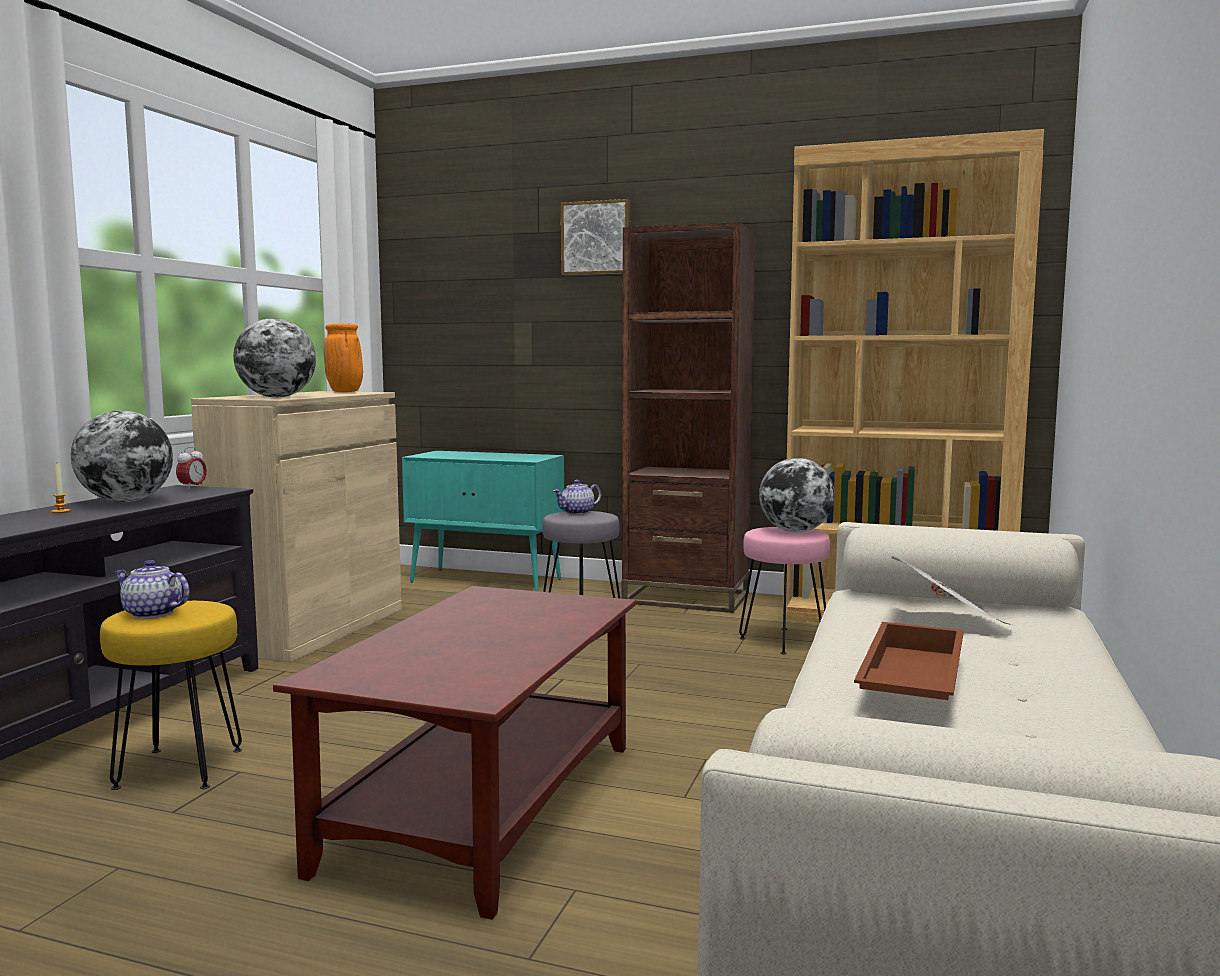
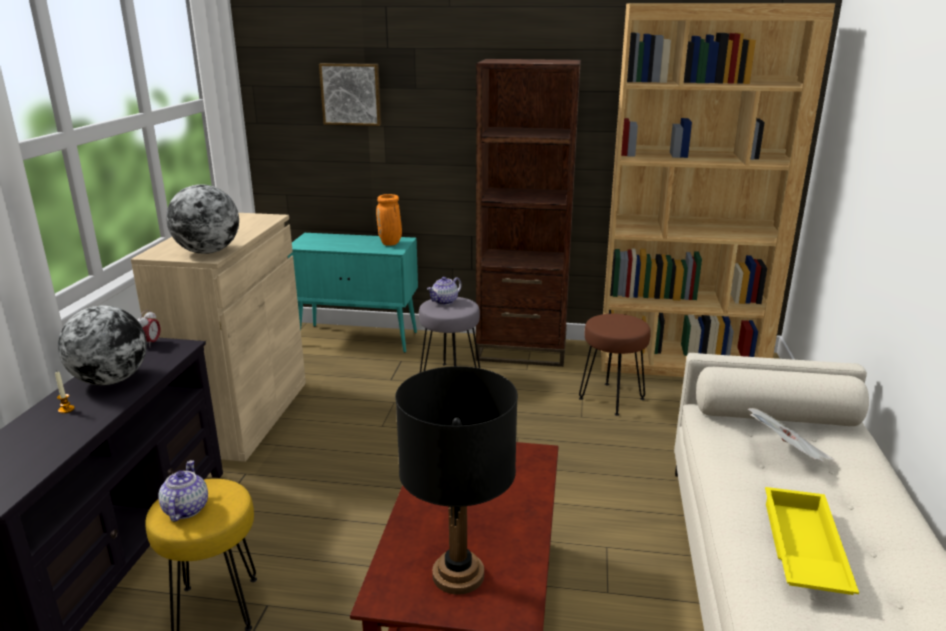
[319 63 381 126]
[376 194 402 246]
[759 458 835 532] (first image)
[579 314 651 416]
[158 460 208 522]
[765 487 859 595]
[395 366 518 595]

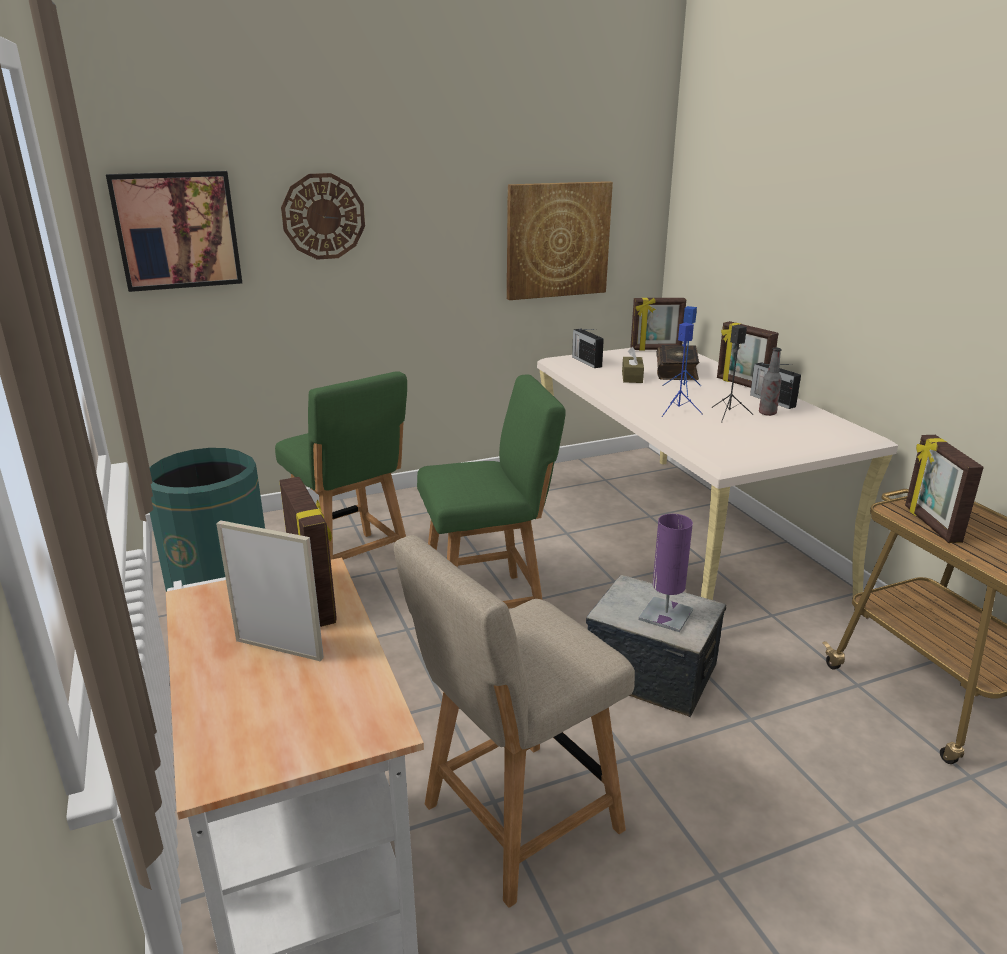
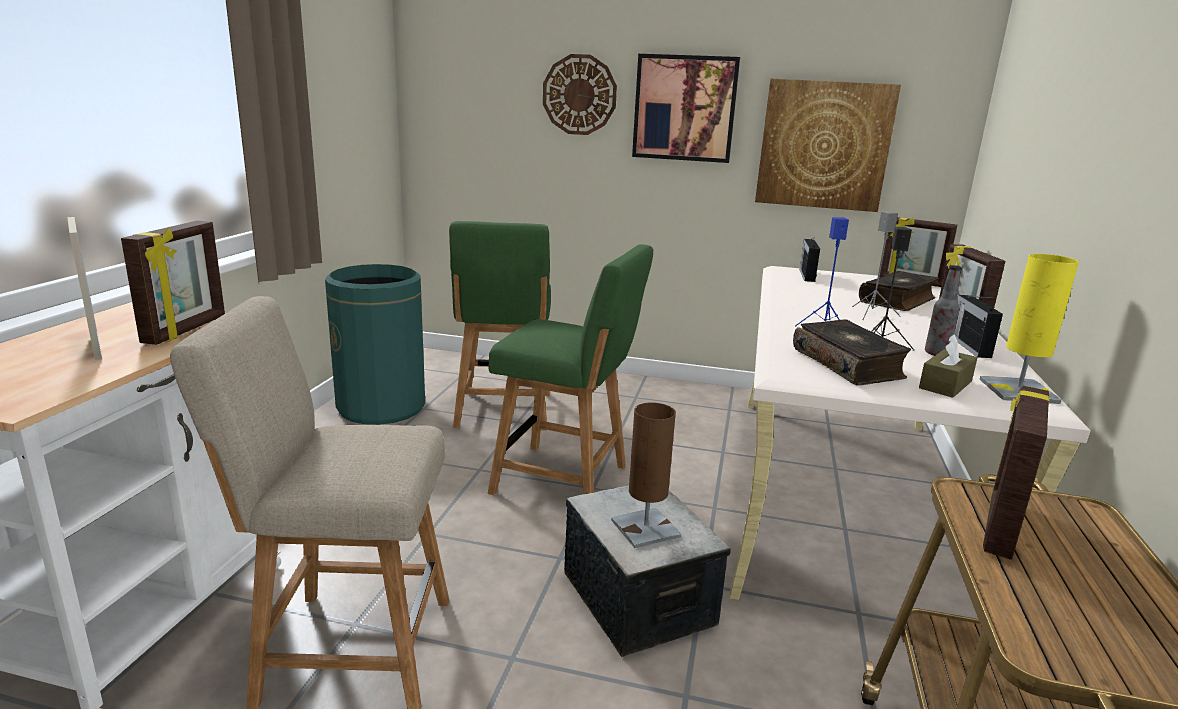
[632 54 740 163]
[852 211 901 320]
[919 335 977 398]
[611 403 681 548]
[979 254 1079 404]
[793 319 911 385]

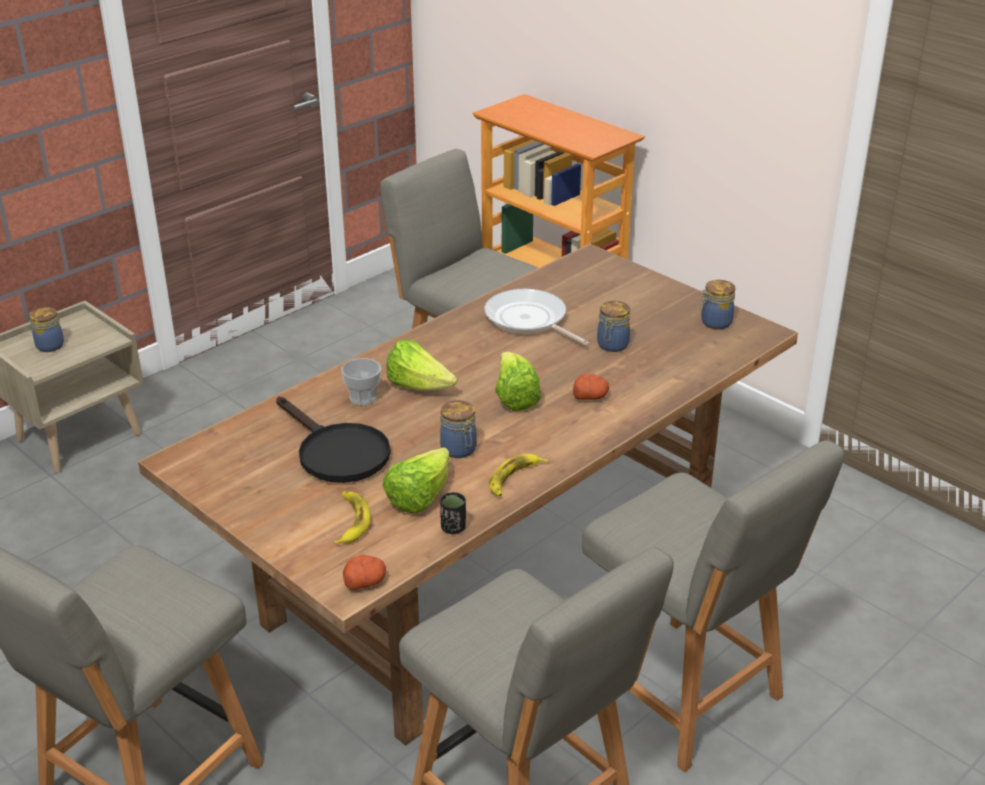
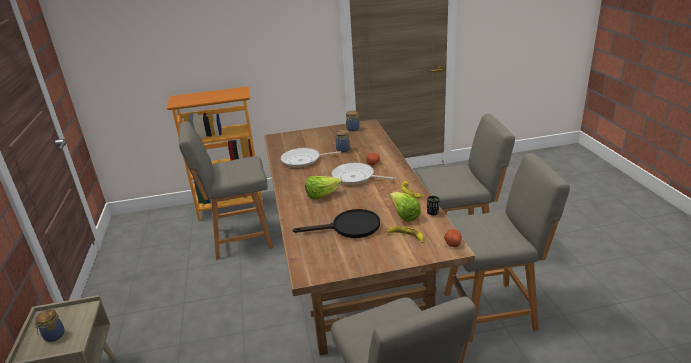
[332 163 396 185]
[341 358 381 405] (first image)
[440 400 477 458] (first image)

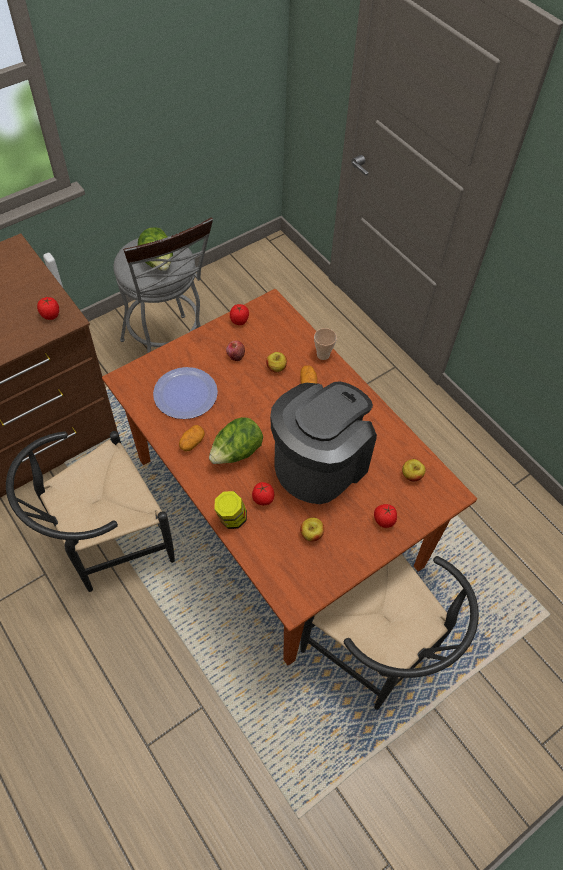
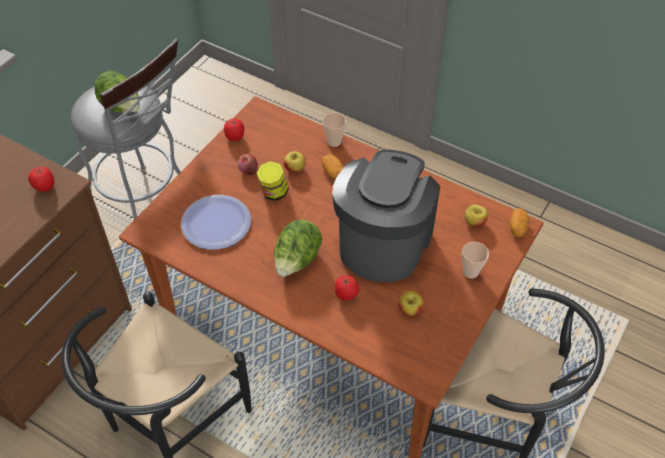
[510 208 529 237]
[257 161 289 201]
[462 242 489 278]

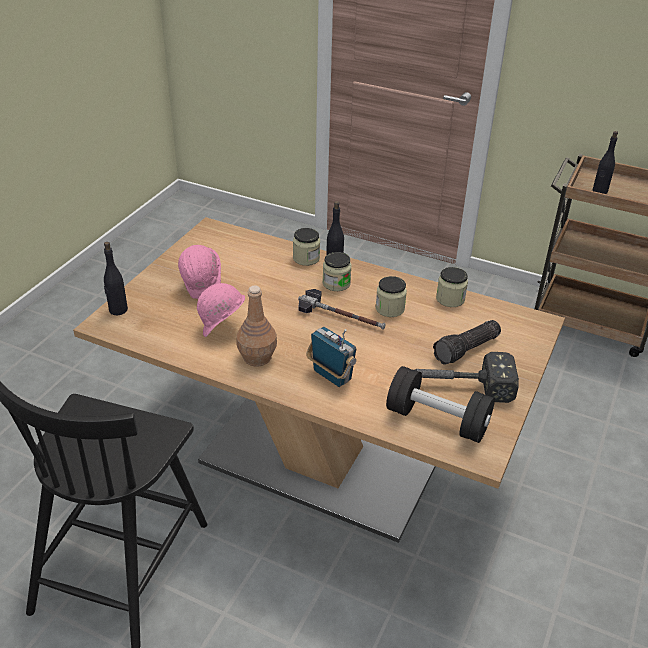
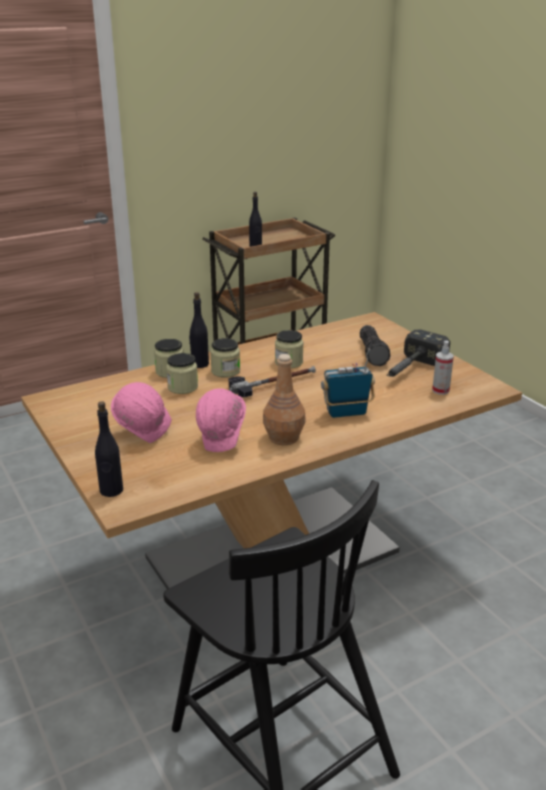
[166 353 198 394]
[432 340 454 395]

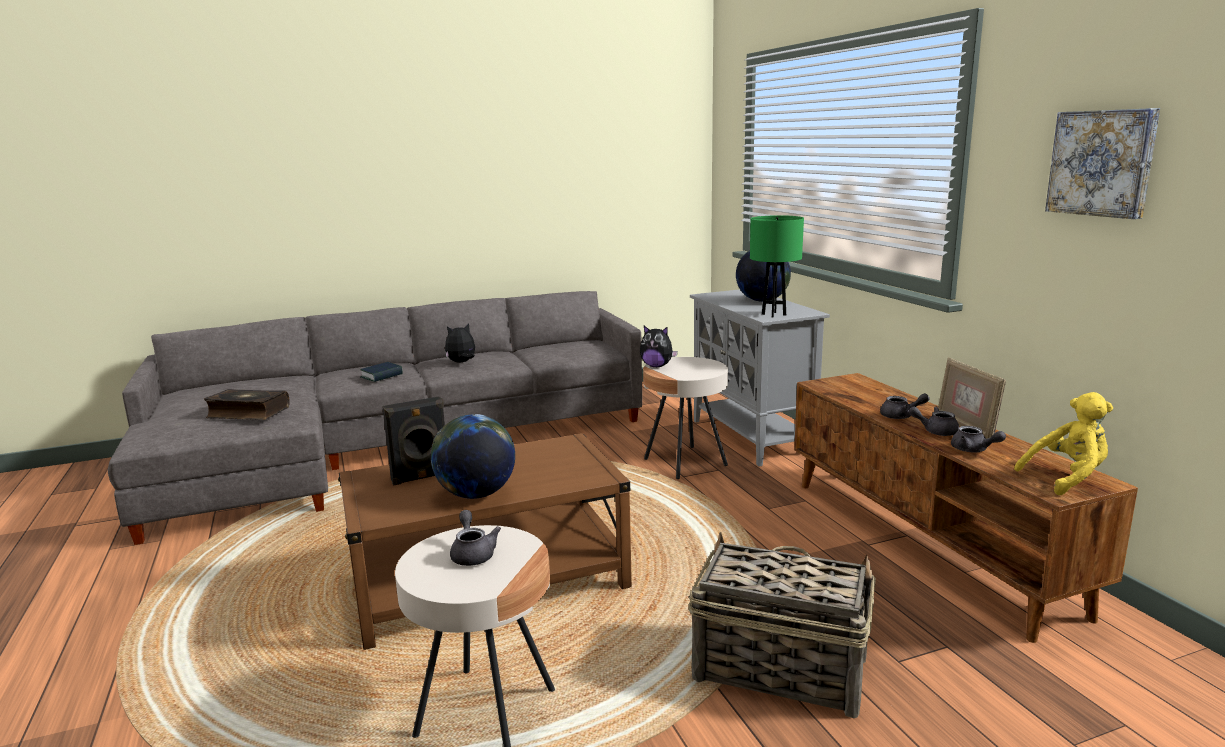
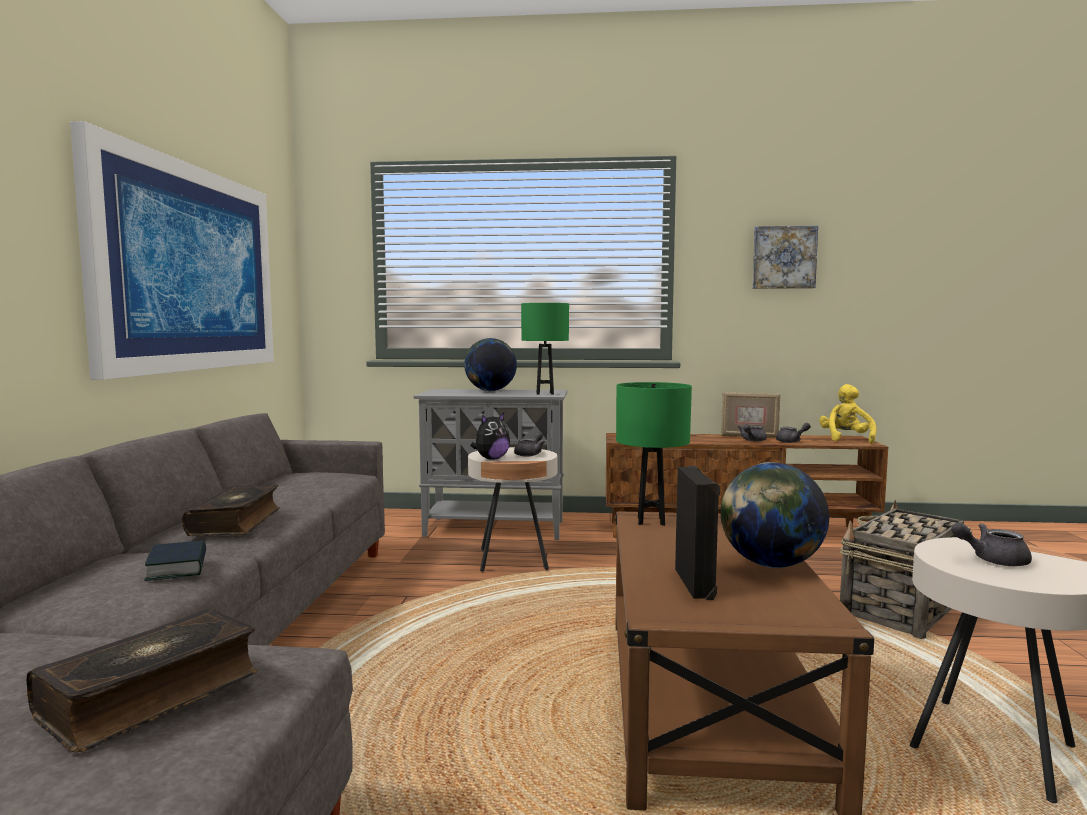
[182 485 280 536]
[514 432 545 457]
[70 121 274 380]
[616 382 692 526]

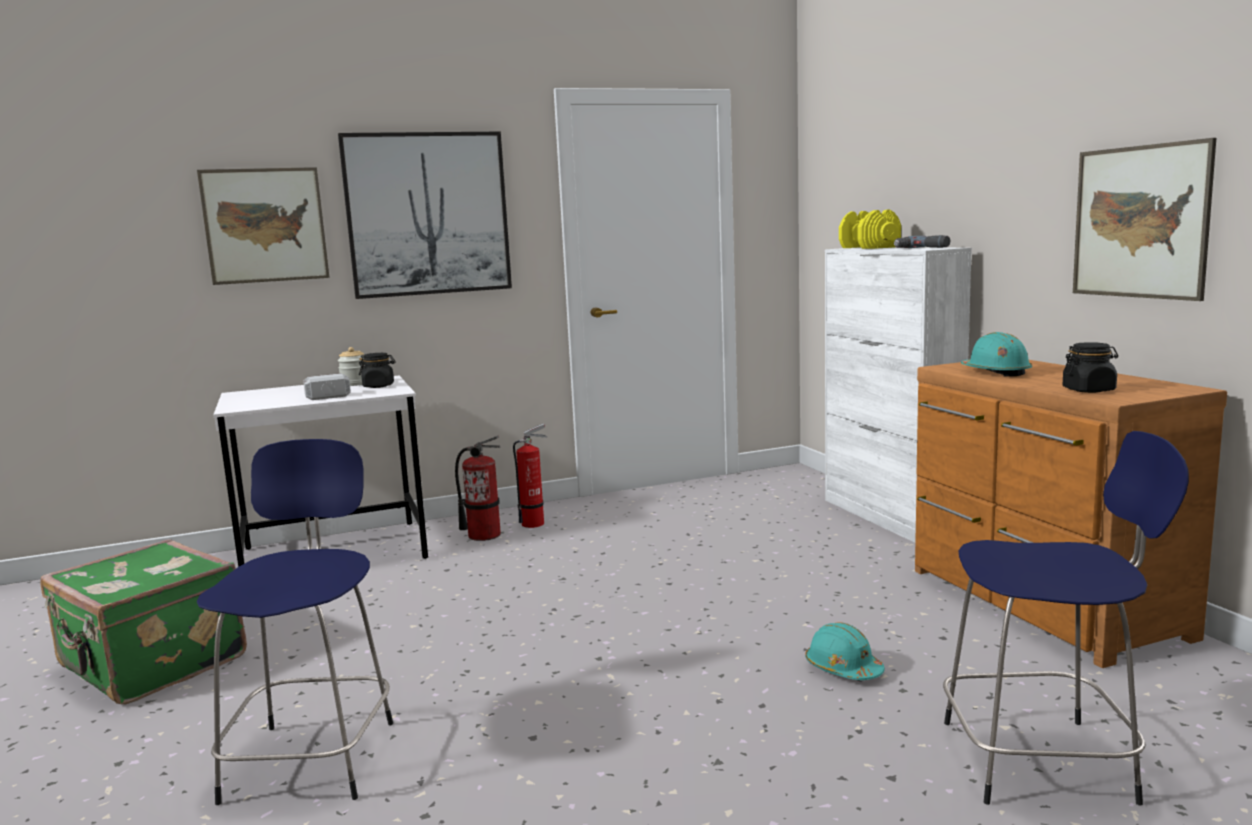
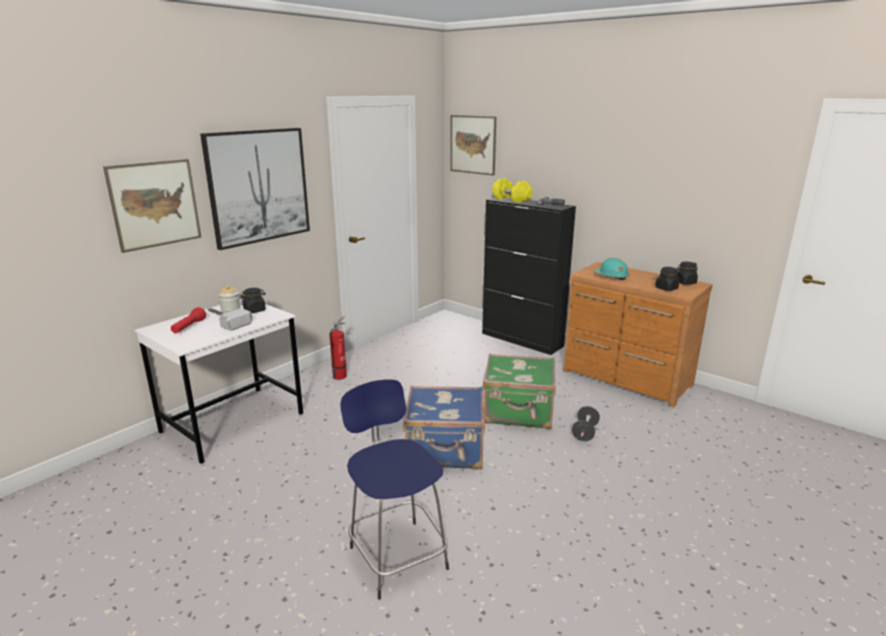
[450 115 496 176]
[482 198 576 355]
[943 431 1189 805] (first image)
[455 436 501 541] (first image)
[483 354 556 429]
[572 406 600 441]
[676 262 698 285]
[171 307 206 333]
[403 386 485 469]

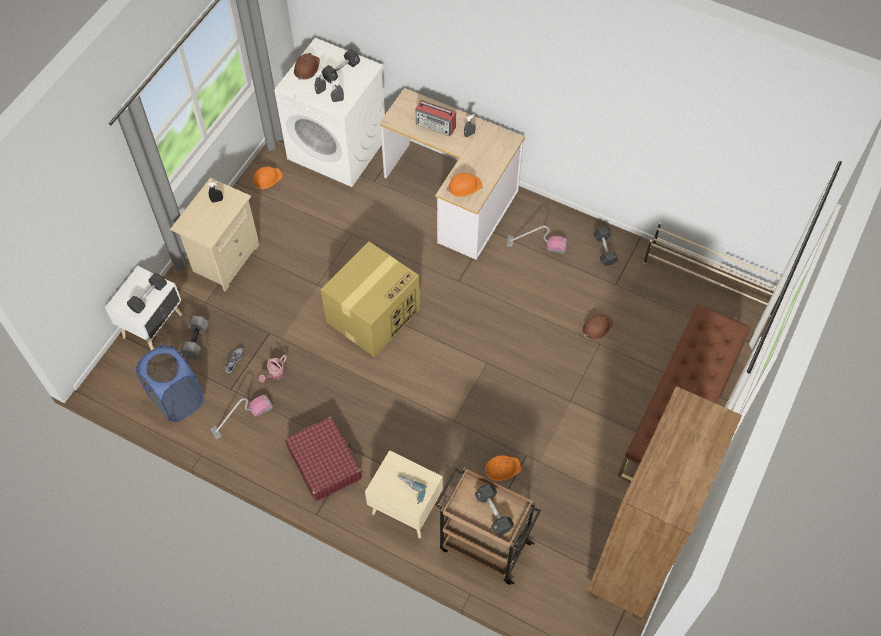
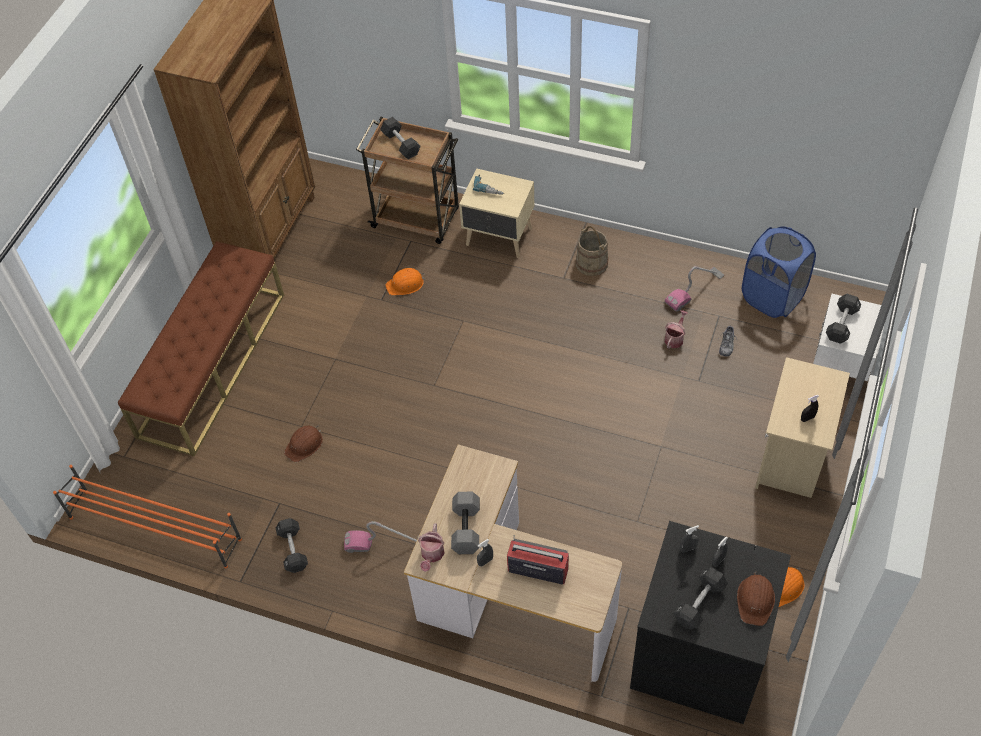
[630 521 791 724]
[447 173 483 197] (first image)
[53 465 242 568]
[321 241 420 357] (first image)
[451 492 480 554]
[576 226 609 276]
[418 523 444 572]

